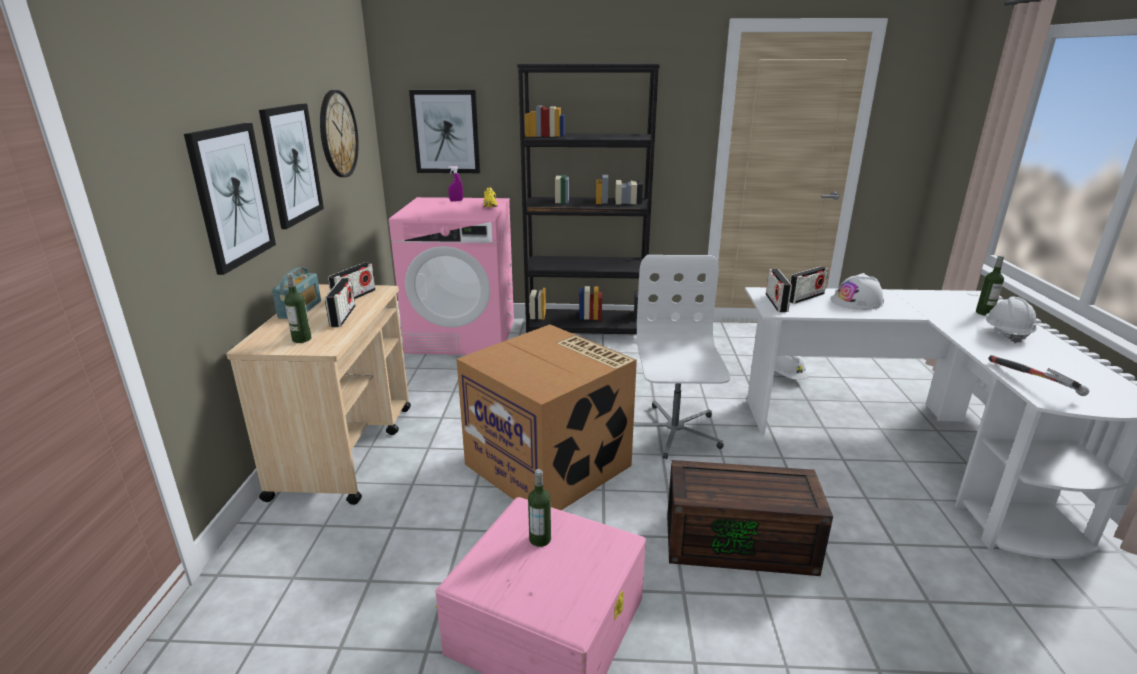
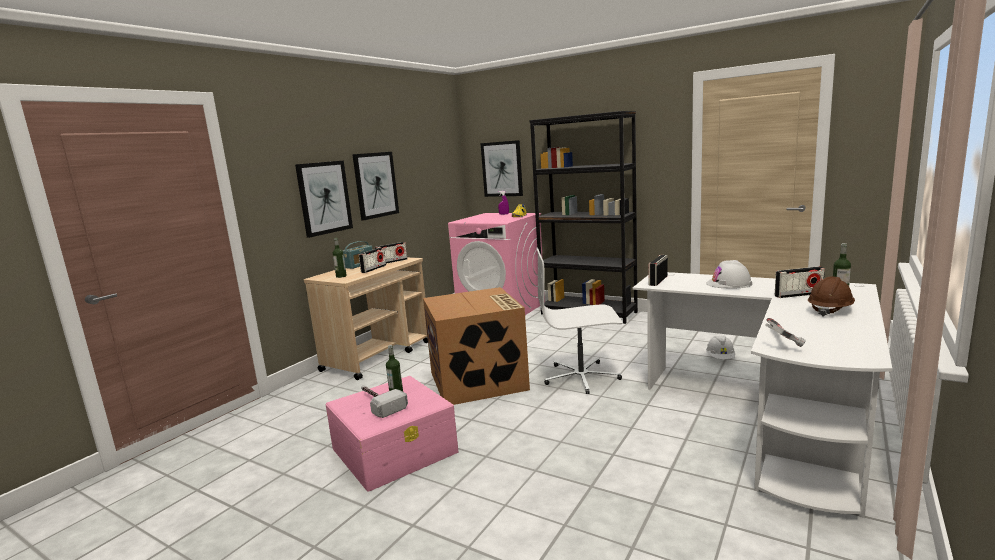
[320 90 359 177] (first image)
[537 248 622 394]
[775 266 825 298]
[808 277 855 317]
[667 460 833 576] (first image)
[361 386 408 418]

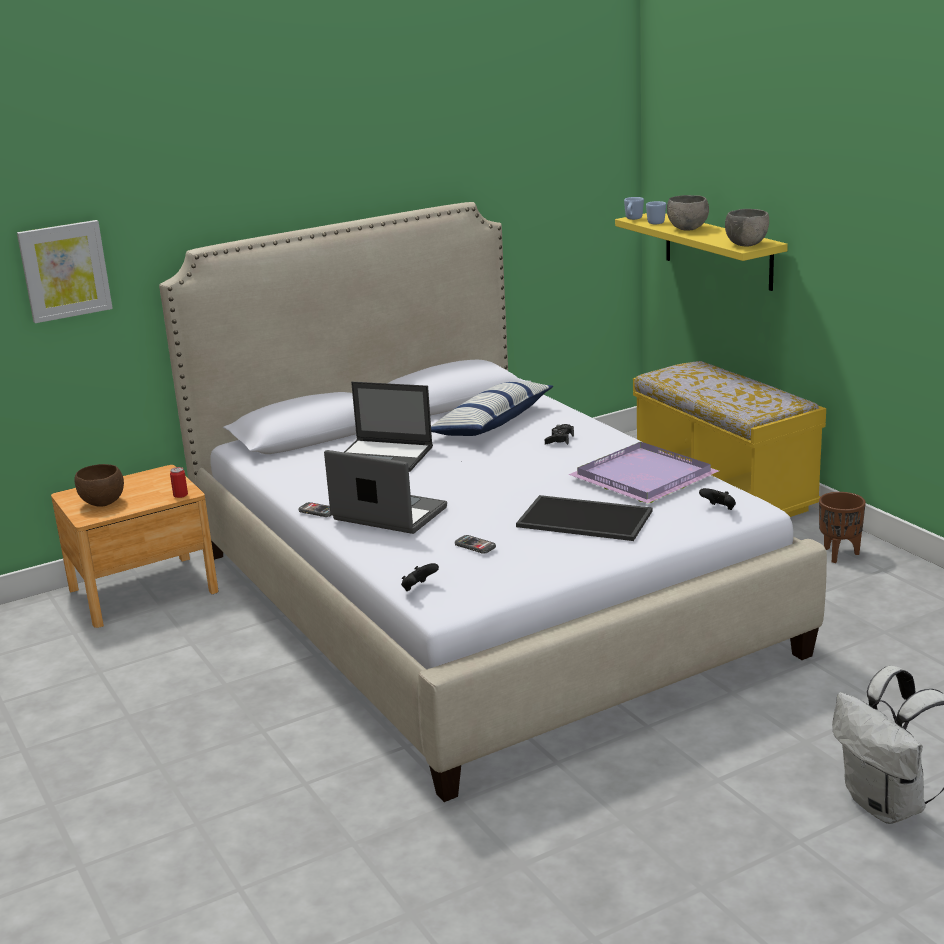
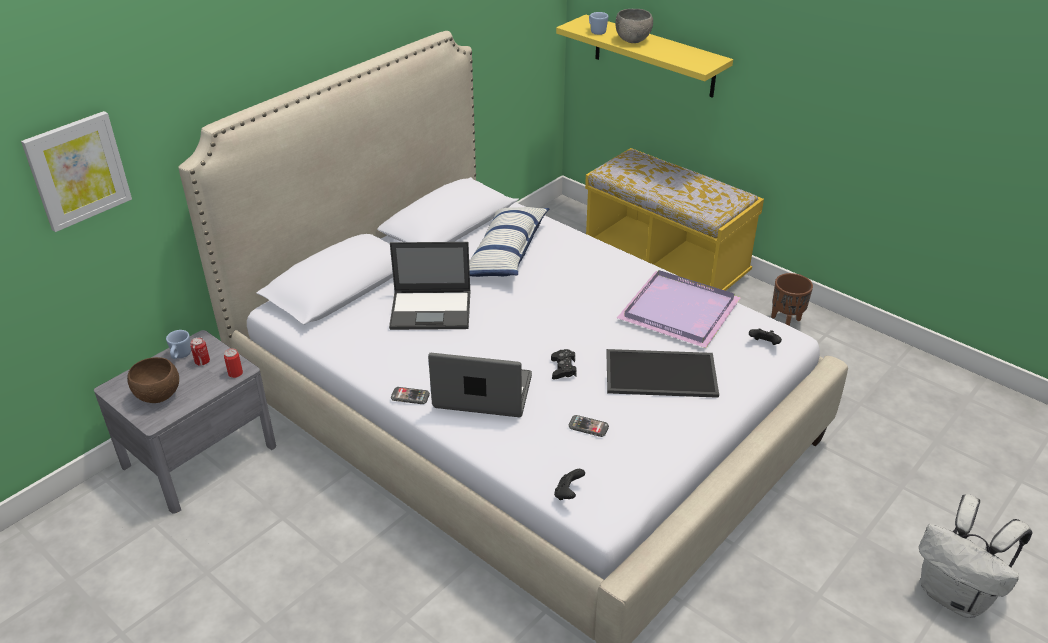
[166 330 191 359]
[725 209 769 246] (first image)
[551 349 577 379]
[94 330 276 513]
[190 337 210 366]

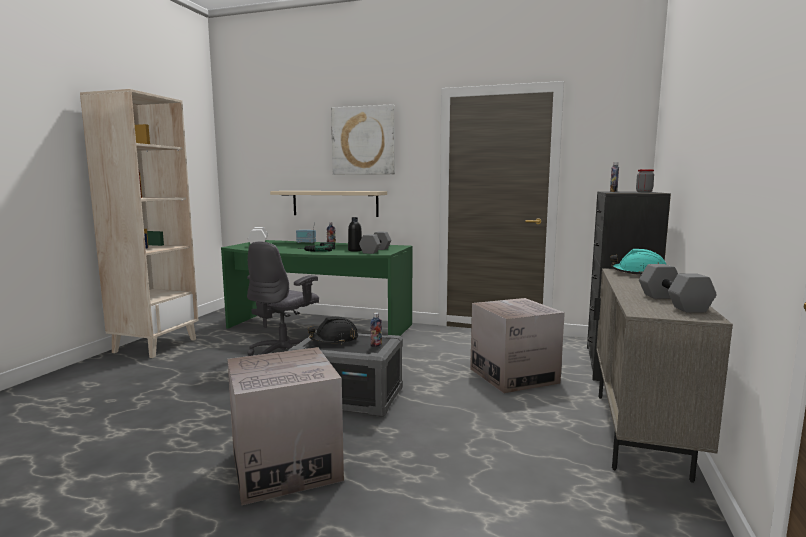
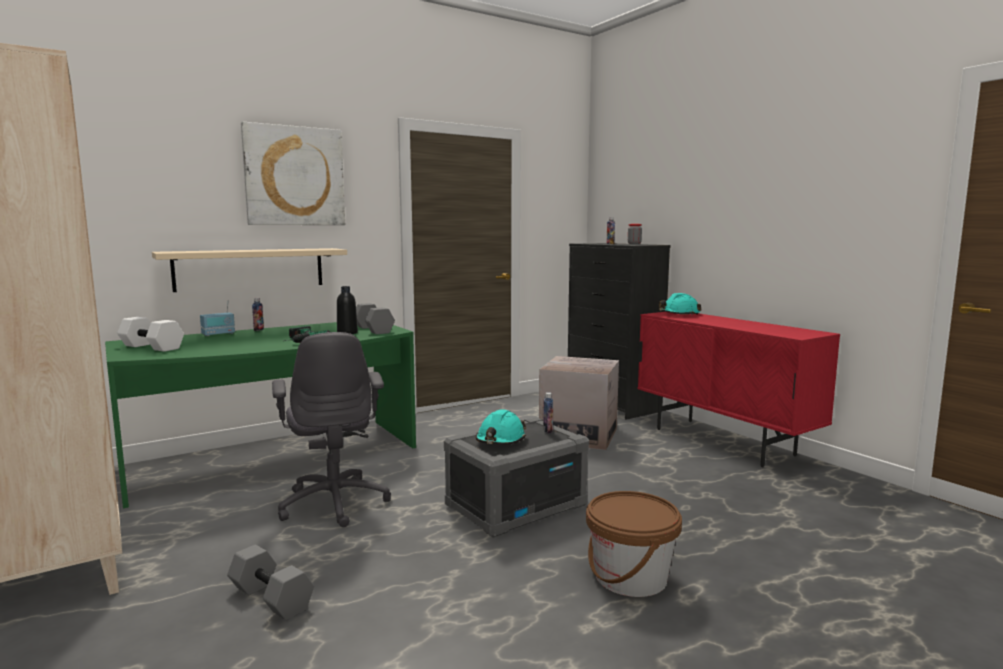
[227 545 314 620]
[638 312 840 467]
[476 409 526 445]
[586 491 682 597]

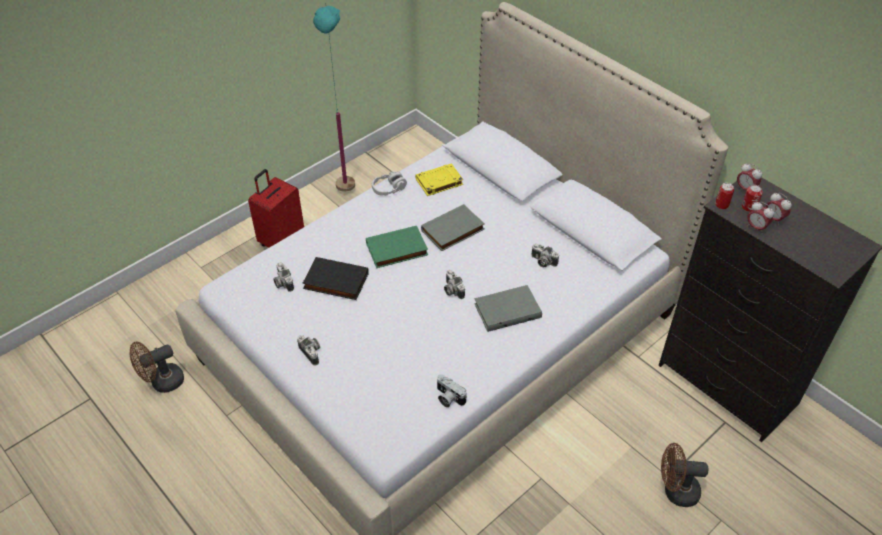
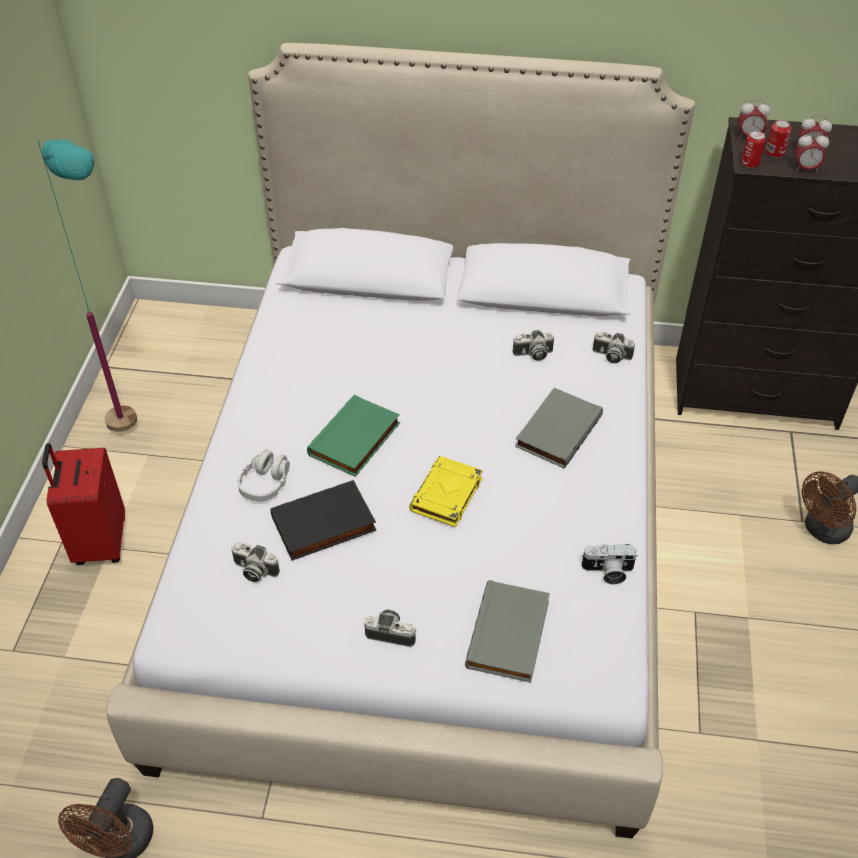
[409 456 483 527]
[238 449 290 502]
[465 580 550 683]
[593 332 635 363]

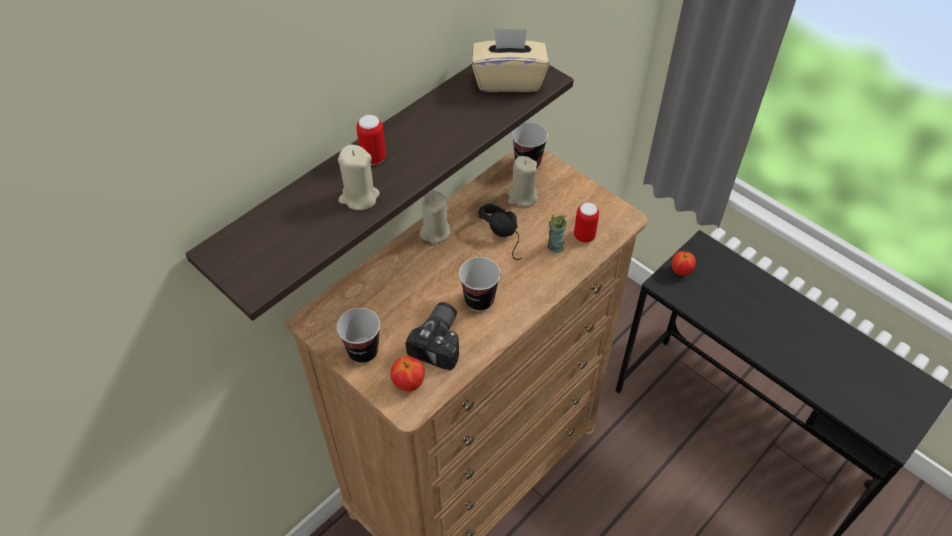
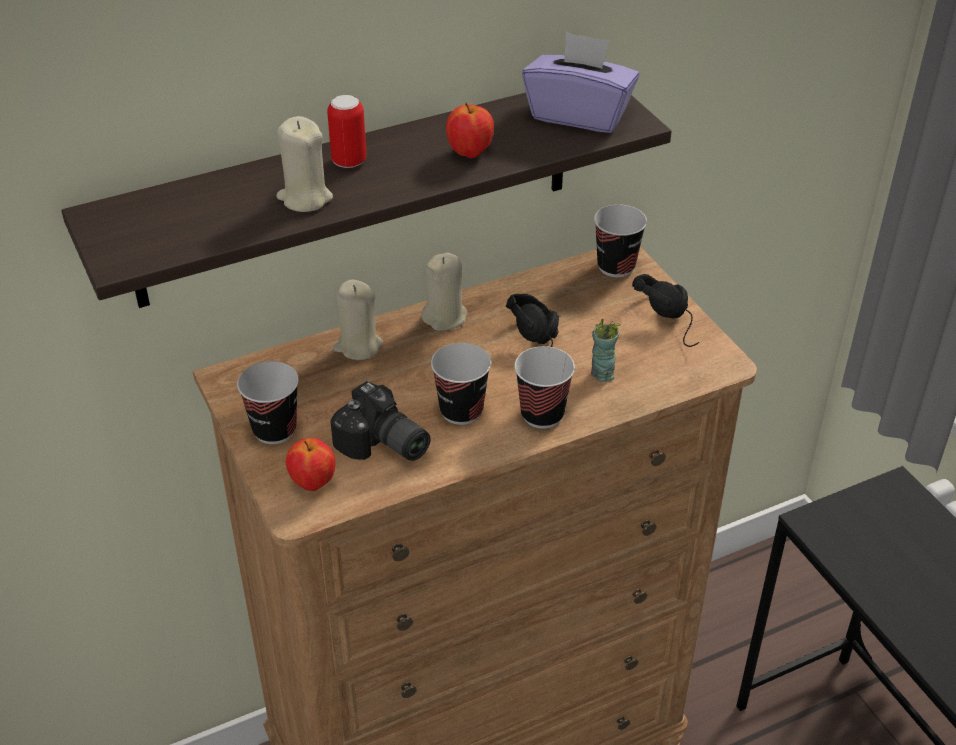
[522 32 640 133]
[333 279 383 360]
[574 202 599 243] (first image)
[446 103 494 158]
[330 381 431 461]
[632 274 699 347]
[514 346 575 429]

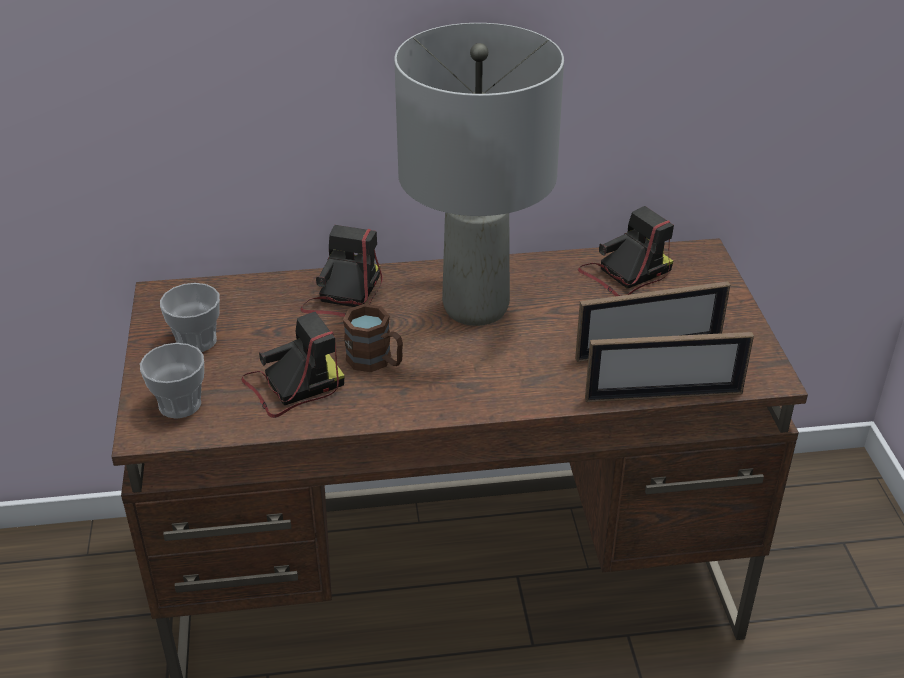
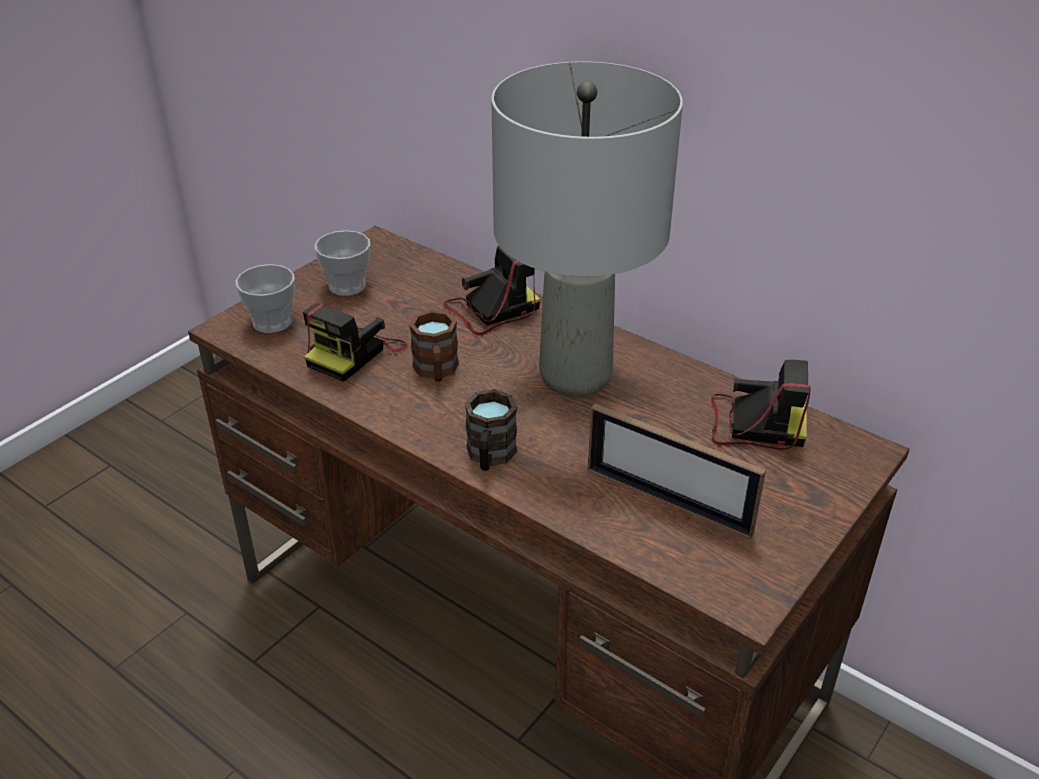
[303 303 407 382]
[585 332 754 402] (first image)
[465 389 517 471]

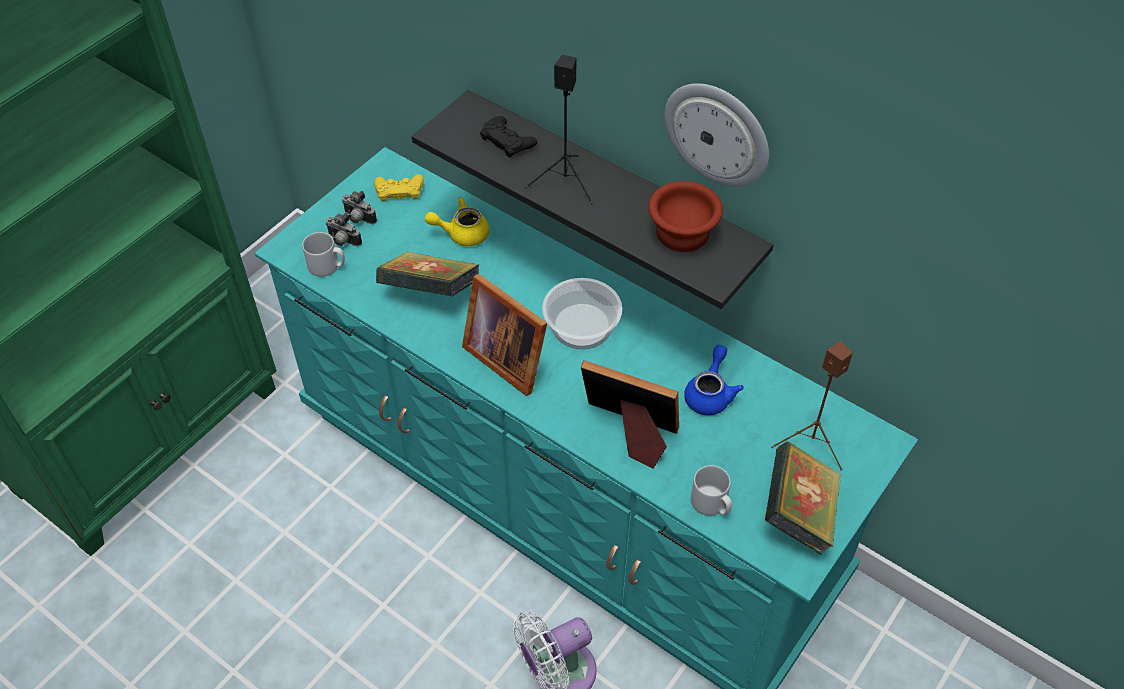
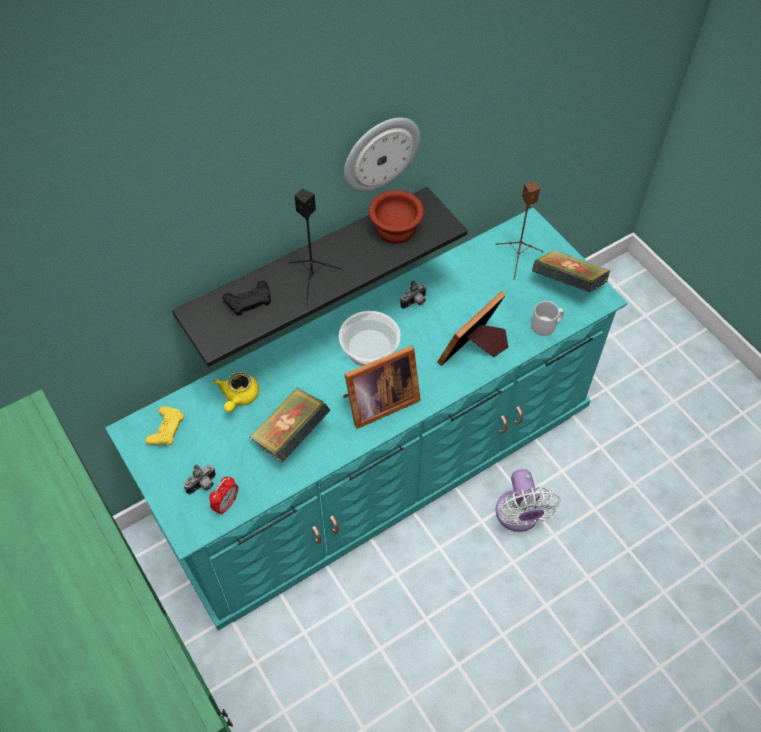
[400 281 427 309]
[209 476 238 515]
[684 345 744 415] (first image)

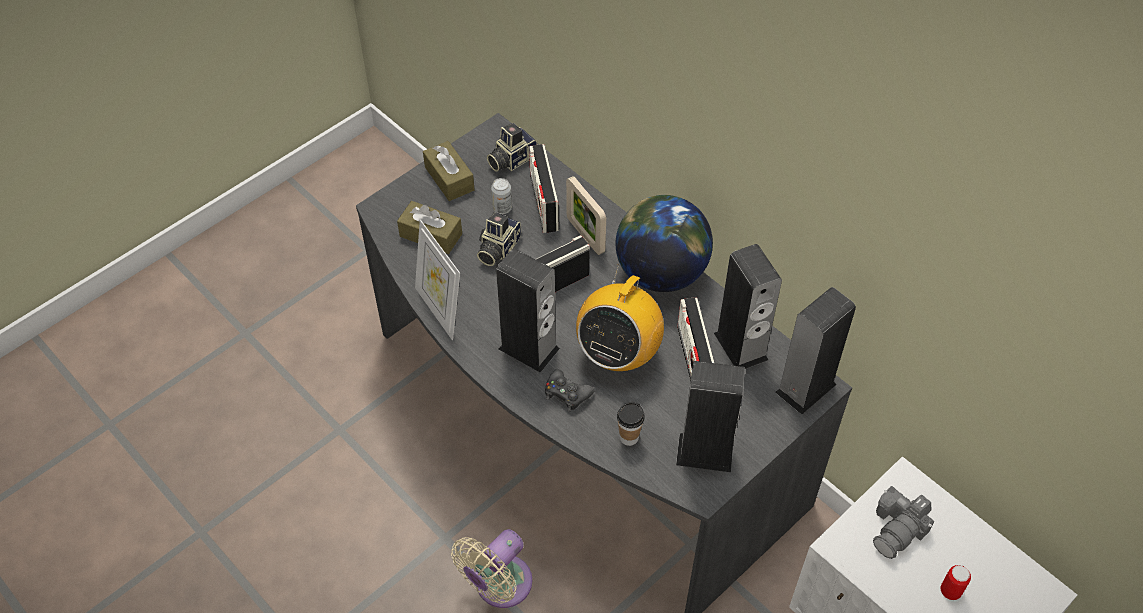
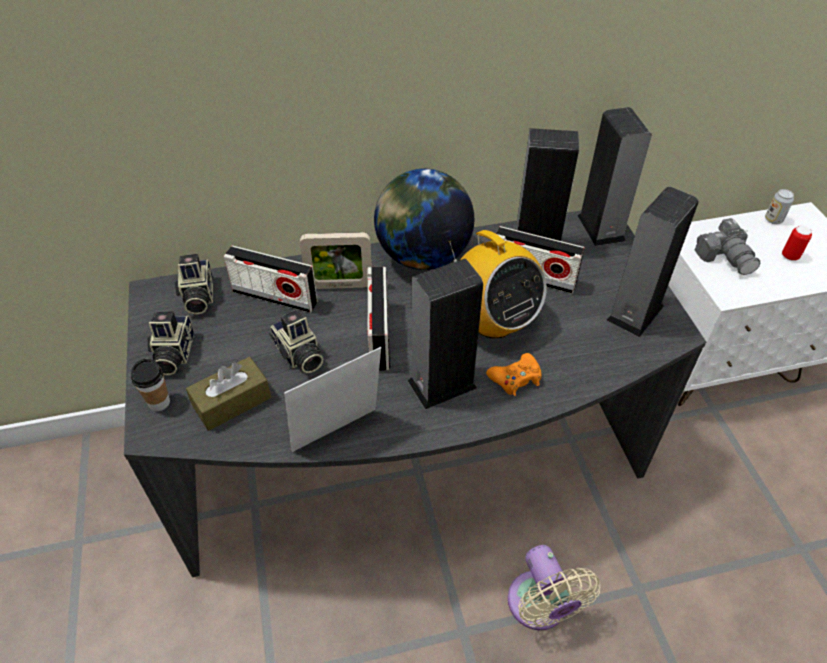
[148 311 194 375]
[765 189 794 224]
[284 347 381 452]
[486 353 542 397]
[131 359 170 411]

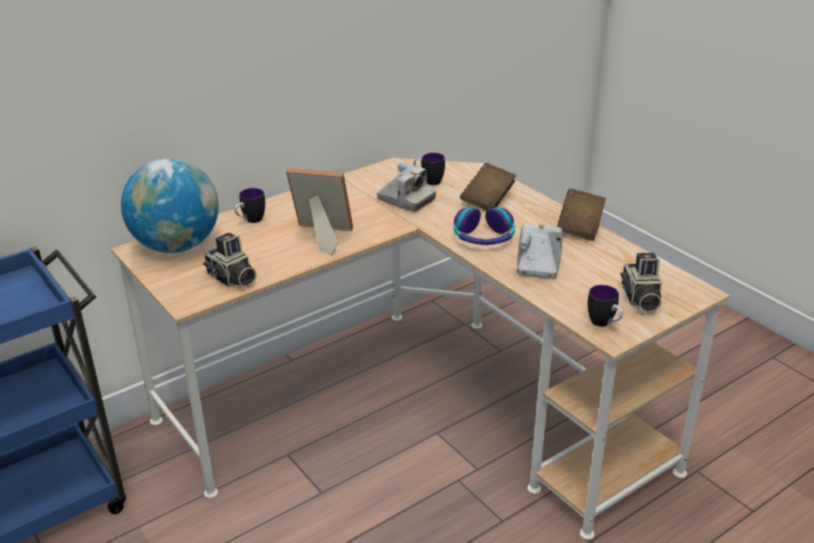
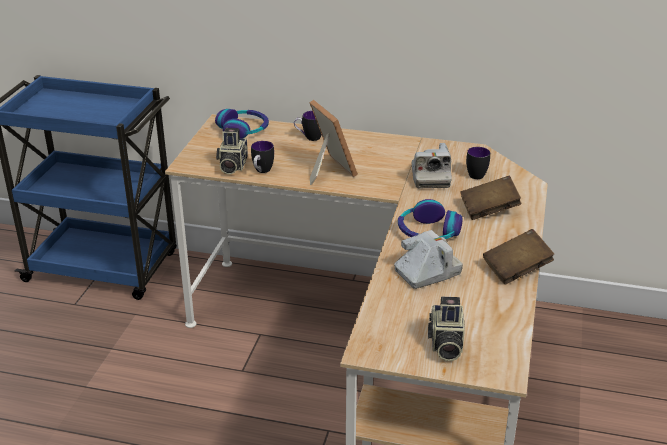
[215 109 269 138]
[428 297 465 361]
[251 141 274 173]

